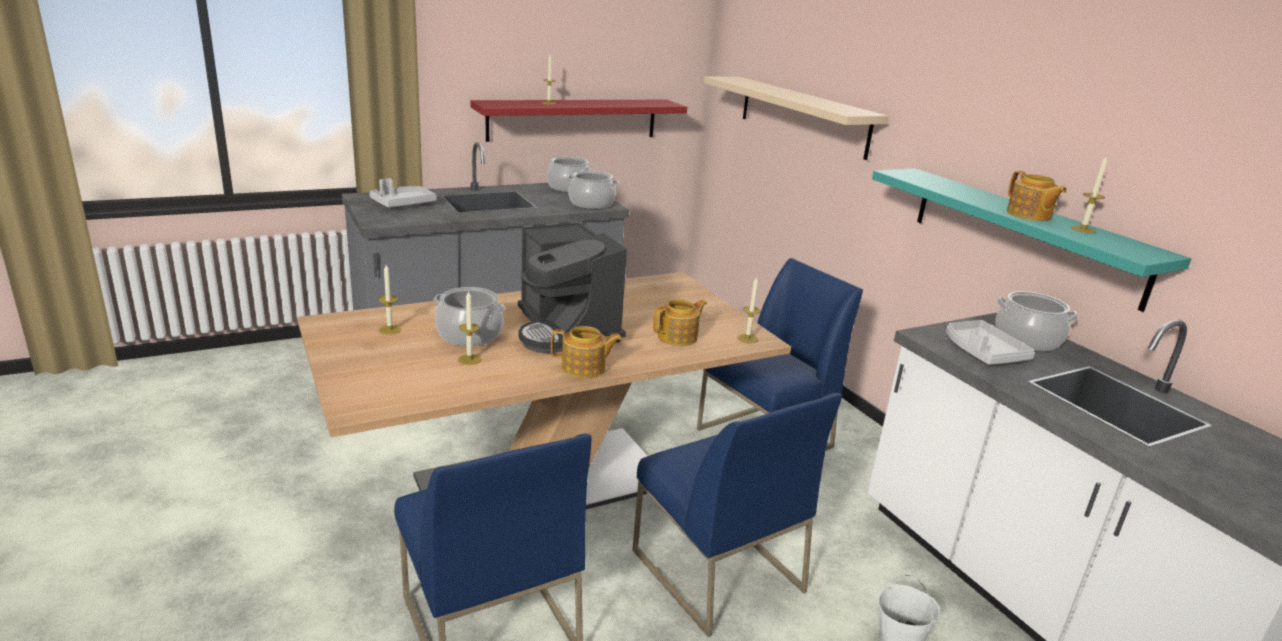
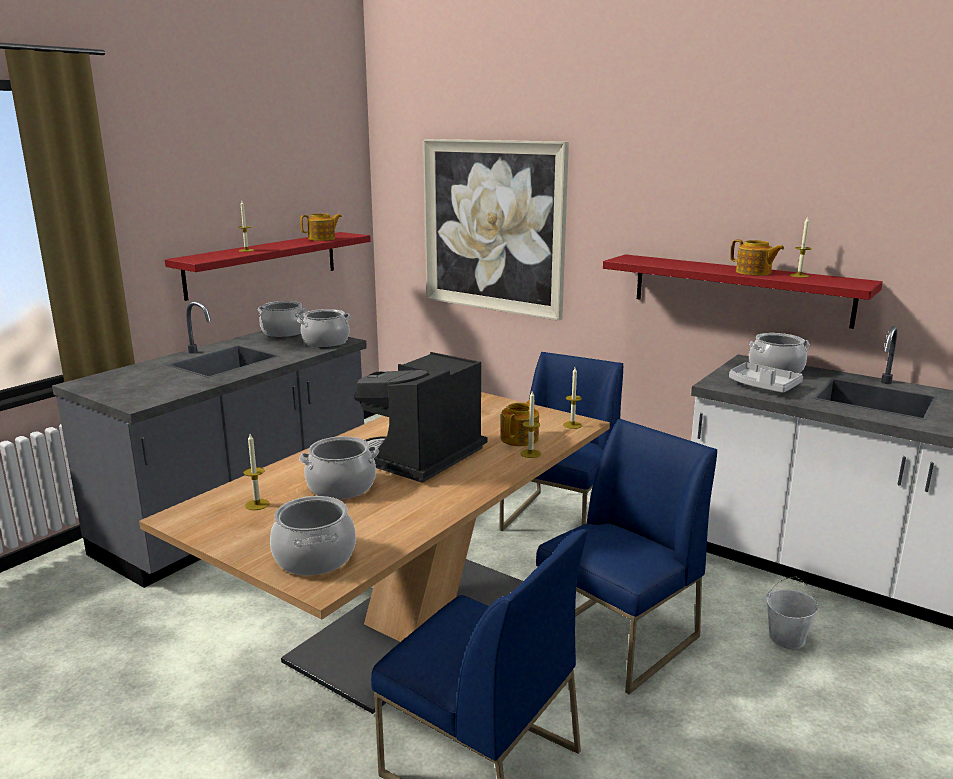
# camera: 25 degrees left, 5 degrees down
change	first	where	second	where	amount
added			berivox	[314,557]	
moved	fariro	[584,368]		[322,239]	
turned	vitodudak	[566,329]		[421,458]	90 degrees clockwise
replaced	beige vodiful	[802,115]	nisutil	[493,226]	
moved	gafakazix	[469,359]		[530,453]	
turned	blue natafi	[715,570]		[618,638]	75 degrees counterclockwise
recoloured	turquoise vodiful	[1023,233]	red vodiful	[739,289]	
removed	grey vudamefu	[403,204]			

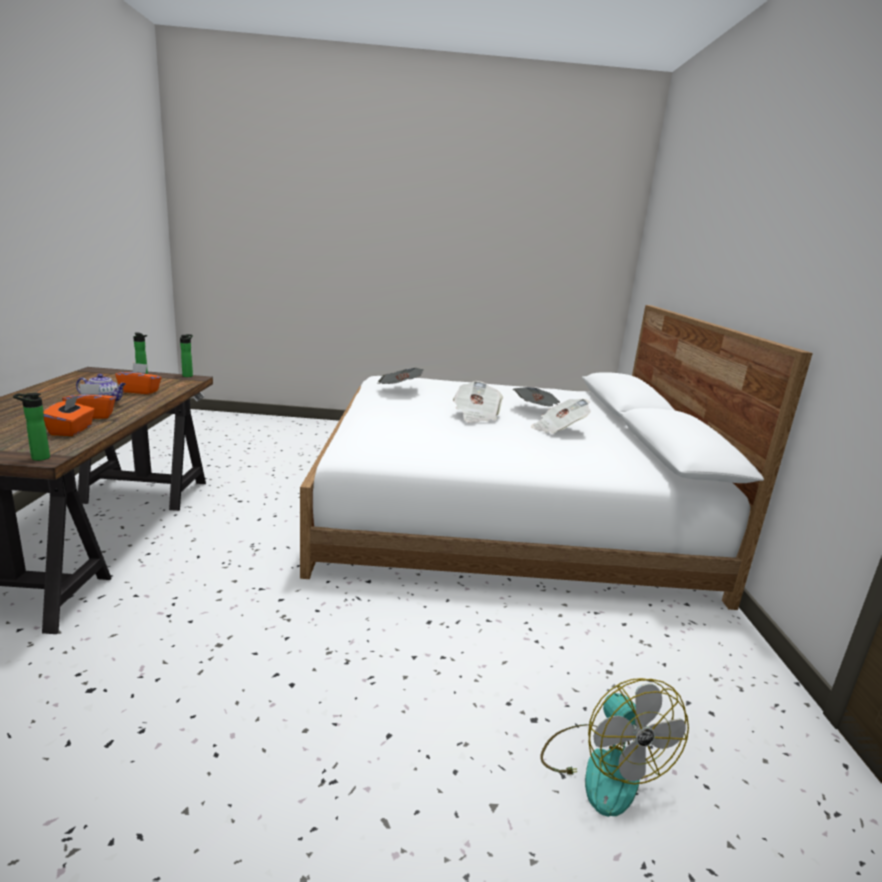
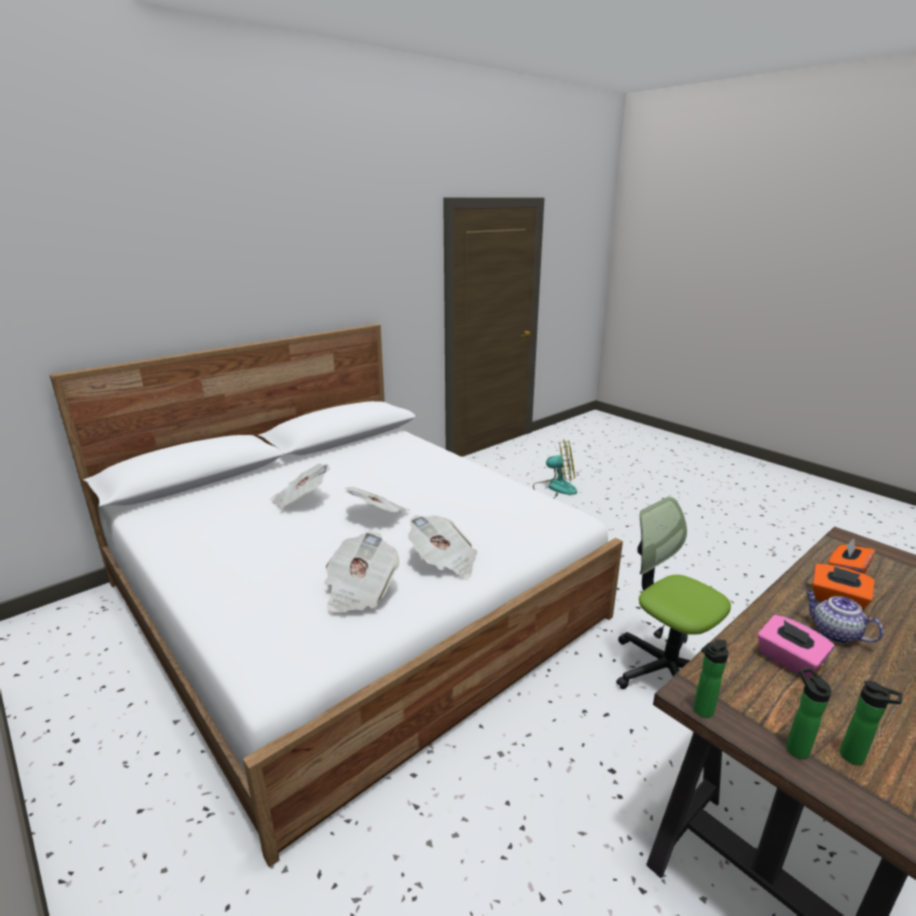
# camera: 130 degrees left, 5 degrees up
change	first	where	second	where	amount
moved	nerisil	[558,429]		[444,561]	
turned	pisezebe	[602,767]		[555,488]	60 degrees clockwise
added			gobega	[665,670]	
recoloured	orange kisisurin	[140,391]	pink kisisurin	[788,660]	
moved	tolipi	[37,458]		[856,758]	

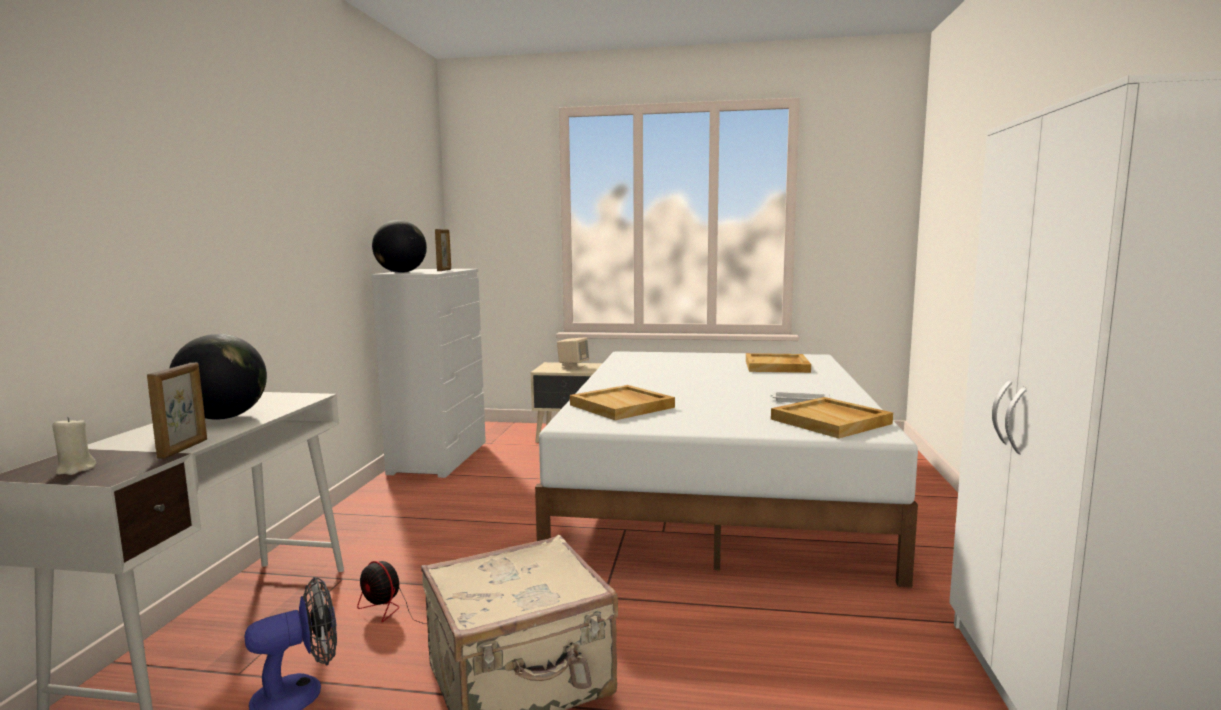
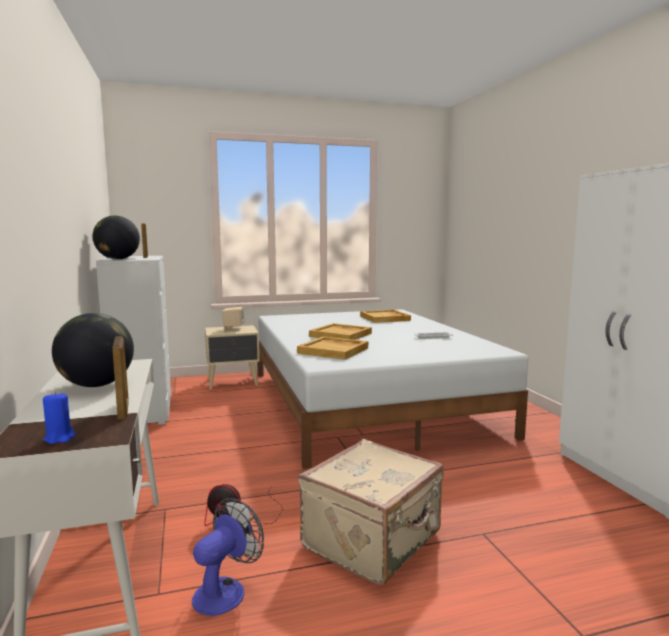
# camera: 25 degrees left, 0 degrees up
change	first	where	second	where	amount
recoloured	beige gafakazix	[75,469]	blue gafakazix	[60,438]	
moved	beige vudamefu	[831,421]		[341,335]	

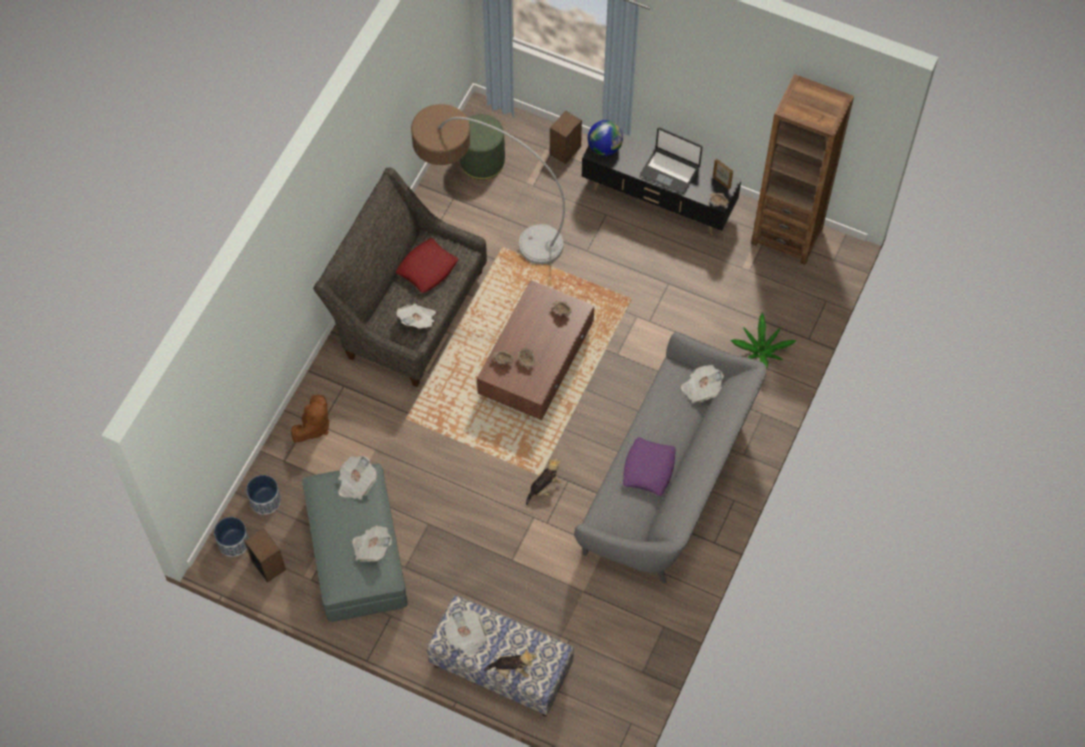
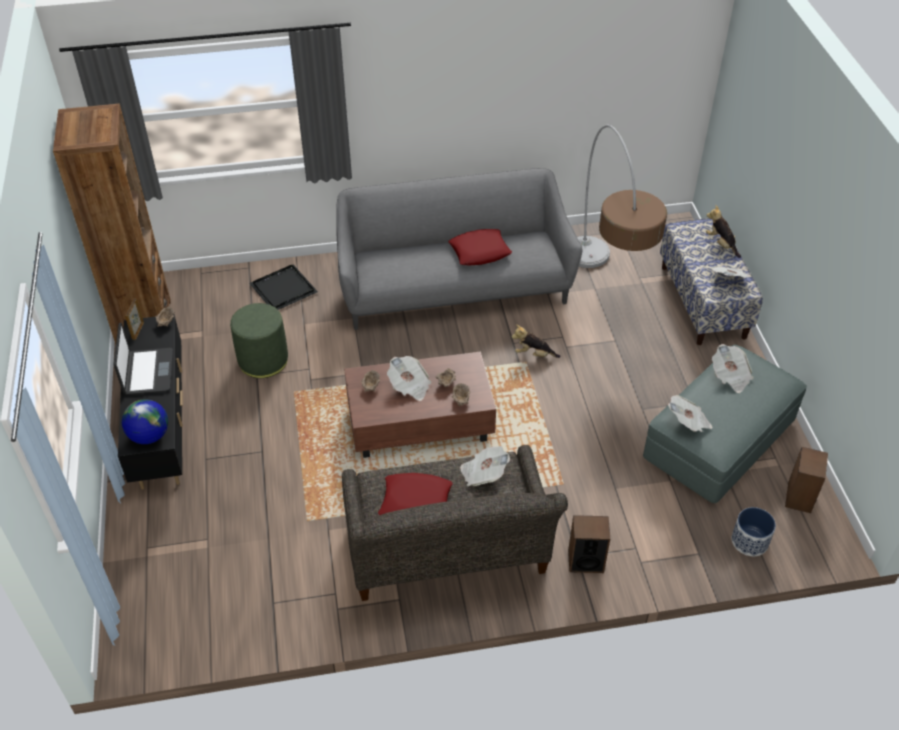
# camera: 125 degrees left, 15 degrees down
change	first	where	second	where	amount
moved	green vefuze	[482,161]		[263,360]	
replaced	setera	[761,351]	black vudamefu	[284,288]	
moved	nerisil	[701,389]		[409,386]	
recoloured	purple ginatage	[649,469]	red ginatage	[480,251]	
moved	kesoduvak	[565,150]		[585,561]	
moved	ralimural	[485,223]		[603,294]	
removed	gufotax	[233,542]			
removed	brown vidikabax	[313,427]			

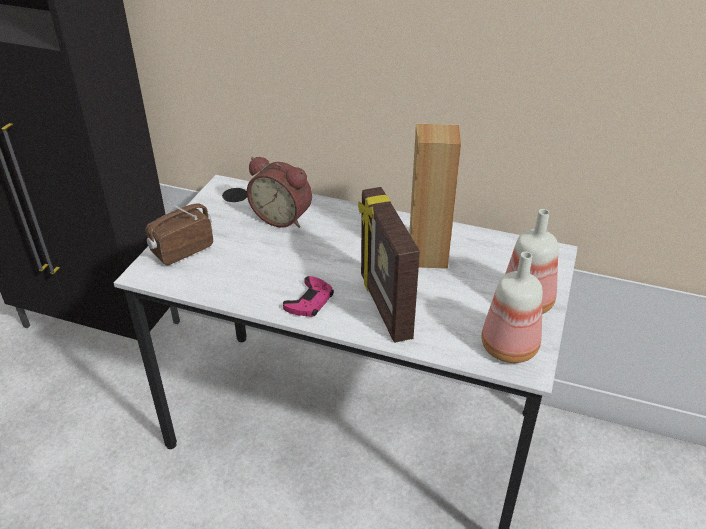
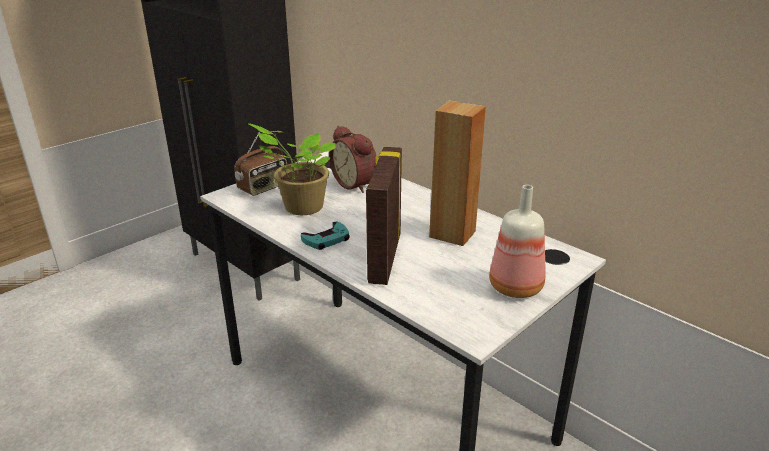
# camera: 25 degrees right, 10 degrees down
change	first	where	second	where	amount
turned	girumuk	[182,250]		[263,188]	150 degrees clockwise
added			setera	[300,207]	
recoloured	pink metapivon	[310,301]	turquoise metapivon	[327,240]	
removed	tolipi	[509,346]			

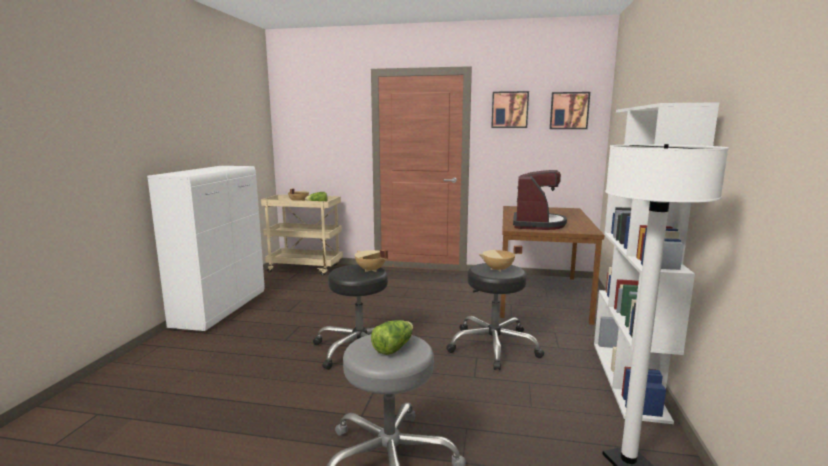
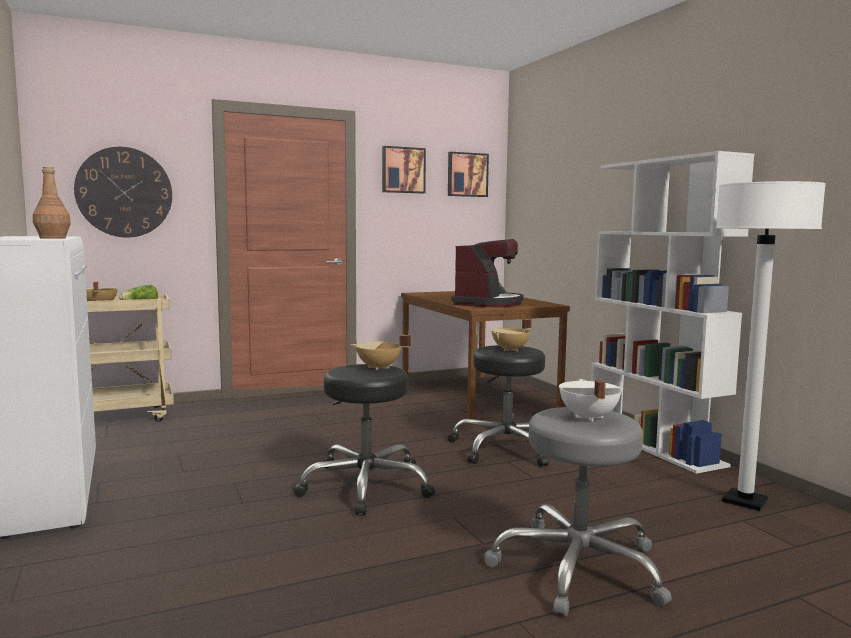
# camera: 35 degrees left, 5 degrees down
change	first	where	second	where	amount
added			brown tolipi	[52,238]	
added			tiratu	[124,192]	
turned	vitodudak	[537,224]		[488,303]	45 degrees clockwise
replaced	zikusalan	[393,348]	white berivox	[587,417]	

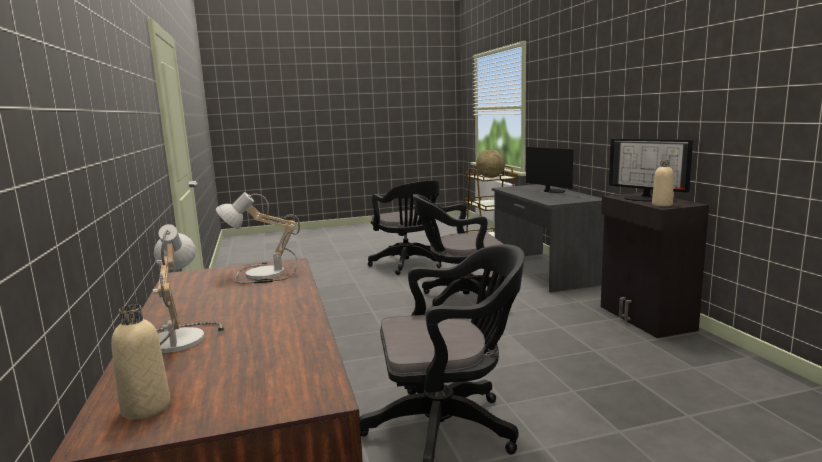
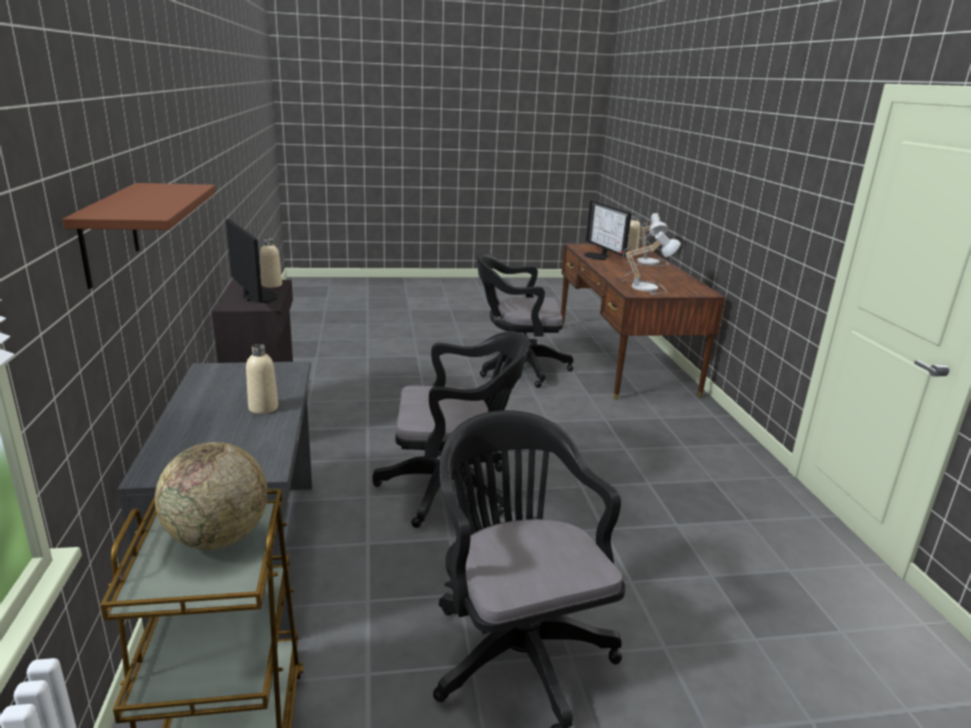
# camera: 175 degrees left, 10 degrees up
change	first	where	second	where	amount
added			brown vodiful	[109,233]	
added			beige tolipi	[263,408]	
moved	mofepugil	[552,191]		[598,256]	

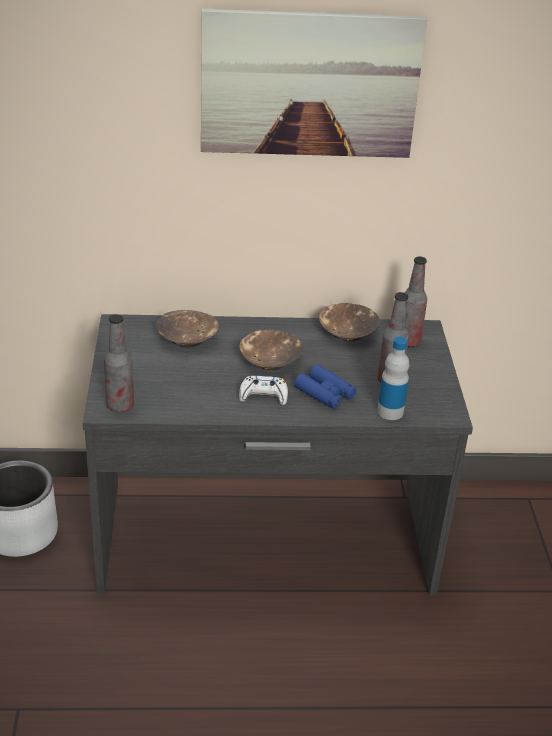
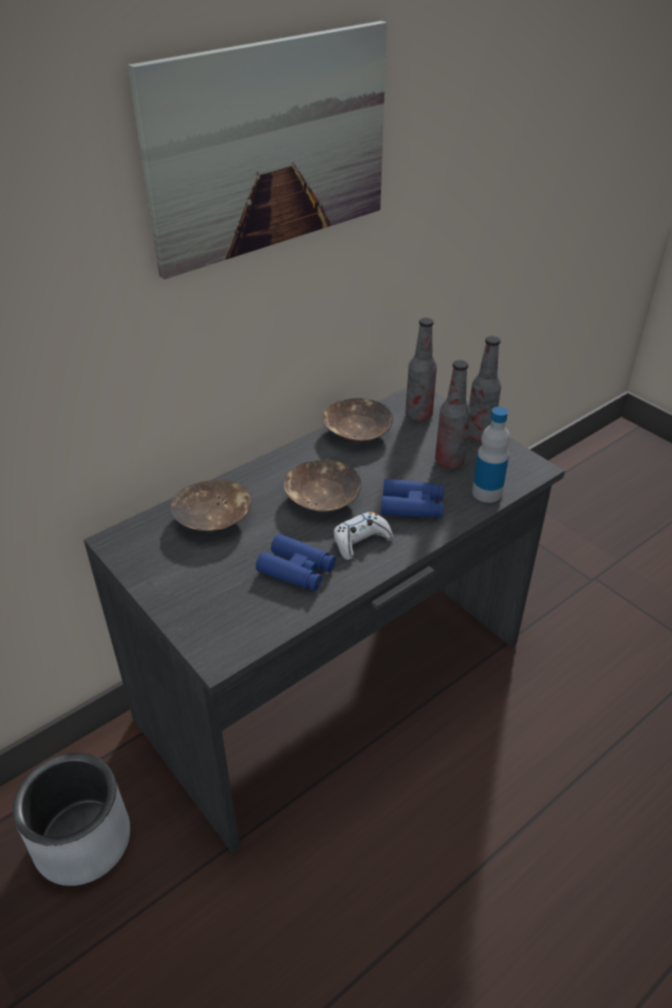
# camera: 35 degrees left, 5 degrees up
change	first	where	second	where	amount
added			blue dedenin	[297,570]	
moved	tolipi	[120,406]		[479,435]	

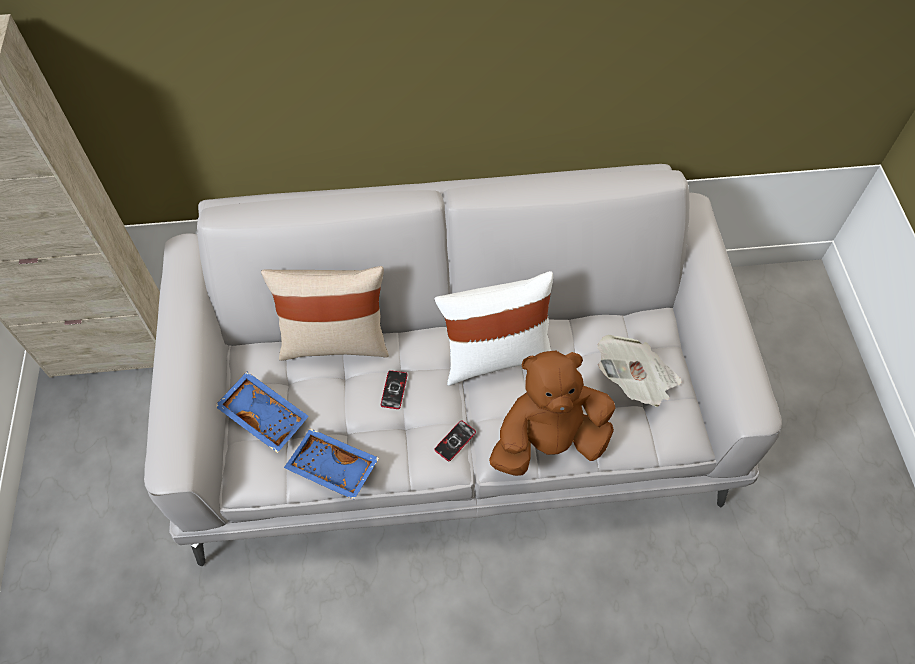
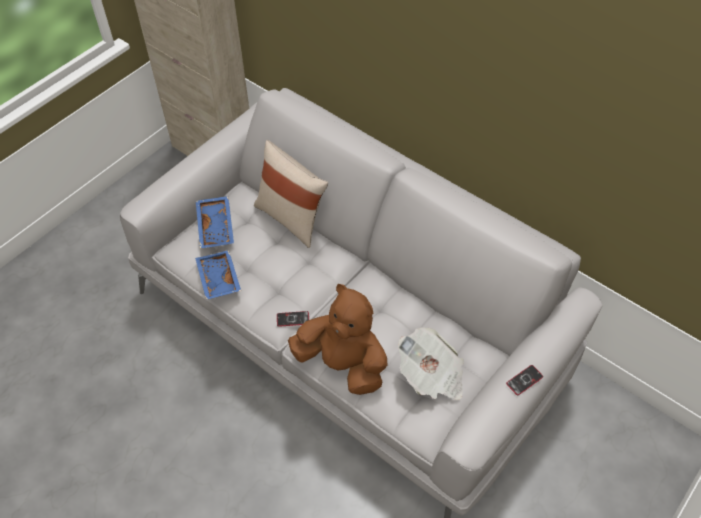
# camera: 45 degrees right, 5 degrees down
change	first	where	second	where	amount
moved	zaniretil	[394,390]		[524,380]	
removed	white ginatage	[495,356]			

